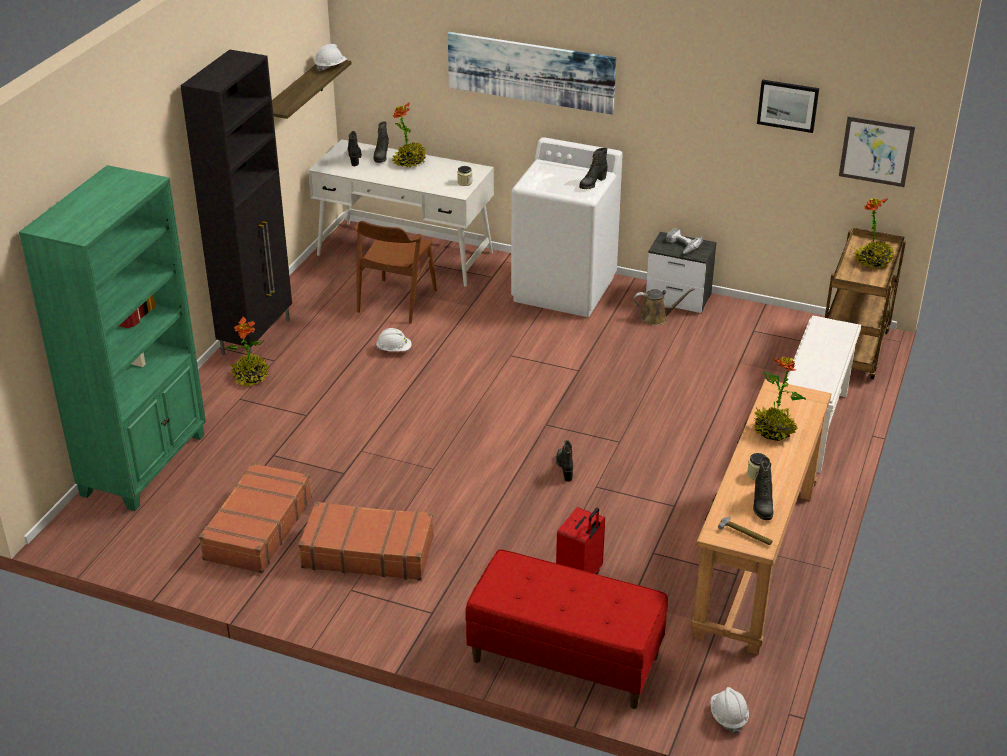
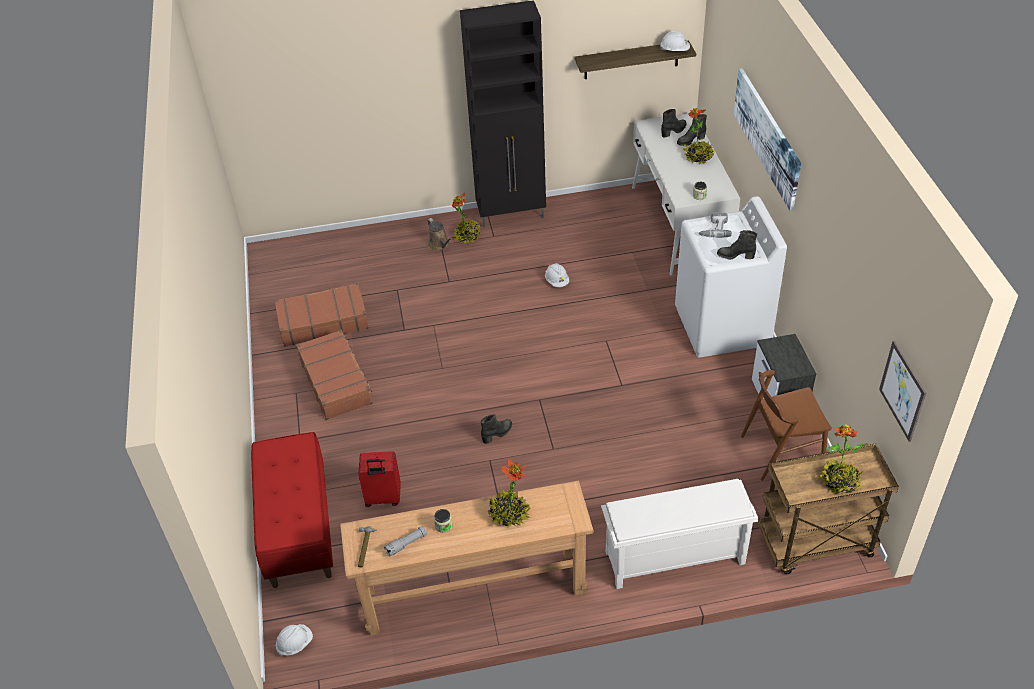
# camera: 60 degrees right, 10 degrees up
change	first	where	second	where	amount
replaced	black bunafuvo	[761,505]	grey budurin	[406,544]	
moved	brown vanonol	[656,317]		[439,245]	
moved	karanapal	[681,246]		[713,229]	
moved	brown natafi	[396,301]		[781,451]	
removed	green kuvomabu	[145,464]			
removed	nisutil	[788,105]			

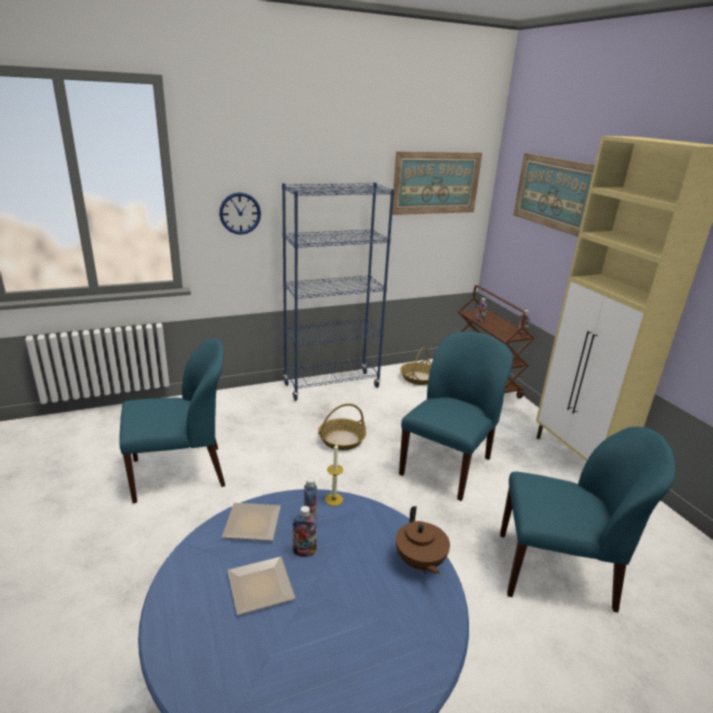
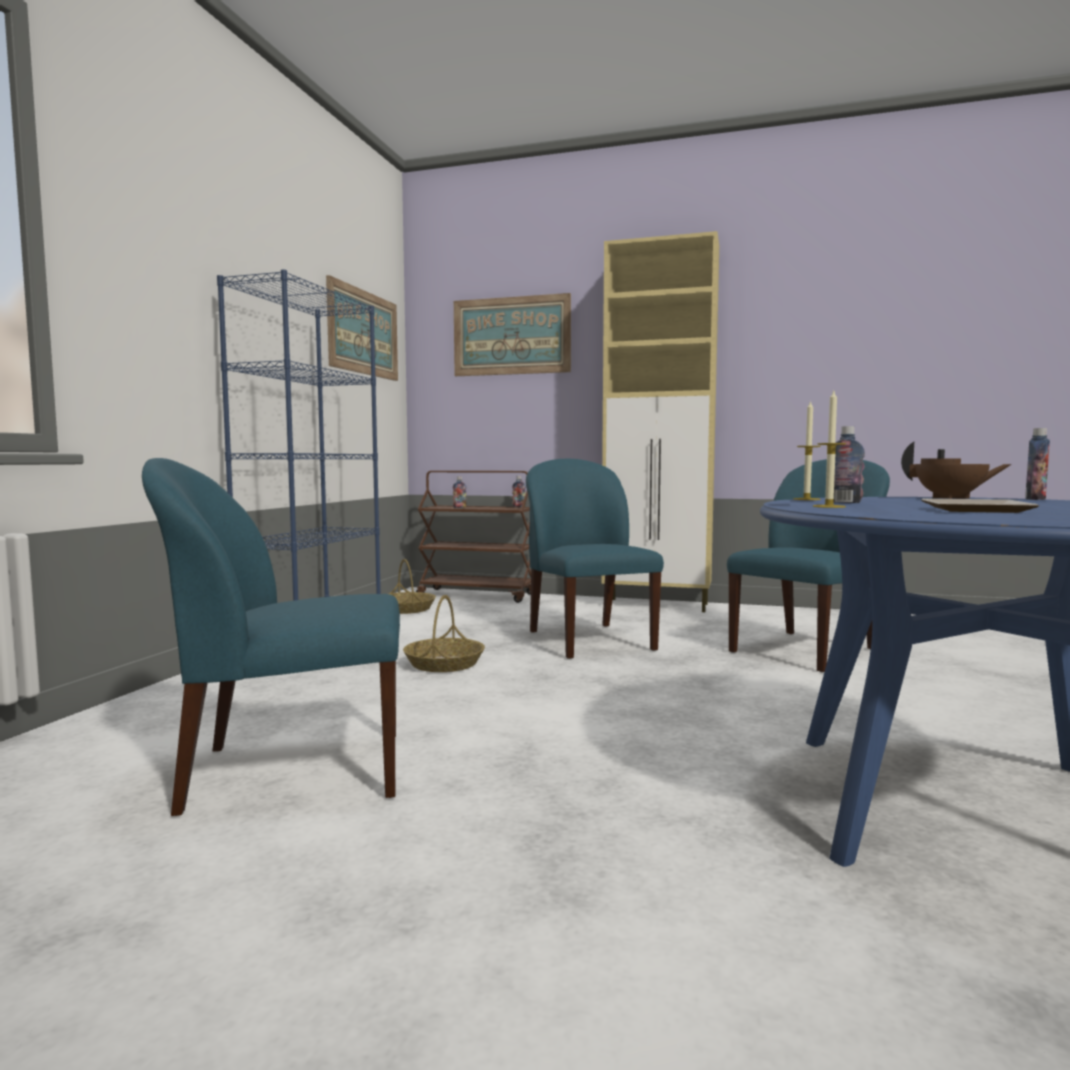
# camera: 50 degrees left, 20 degrees down
change	first	where	second	where	amount
turned	blue natafi	[181,473]		[291,772]	120 degrees counterclockwise
replaced	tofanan	[254,523]	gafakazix	[829,506]	
moved	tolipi	[304,552]		[1035,499]	
removed	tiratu	[240,213]			

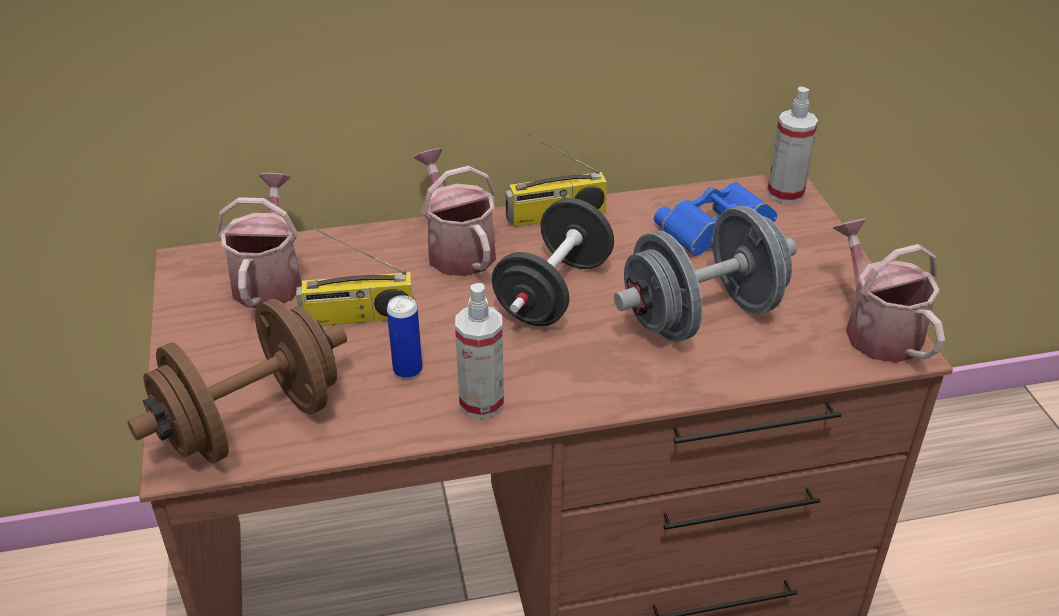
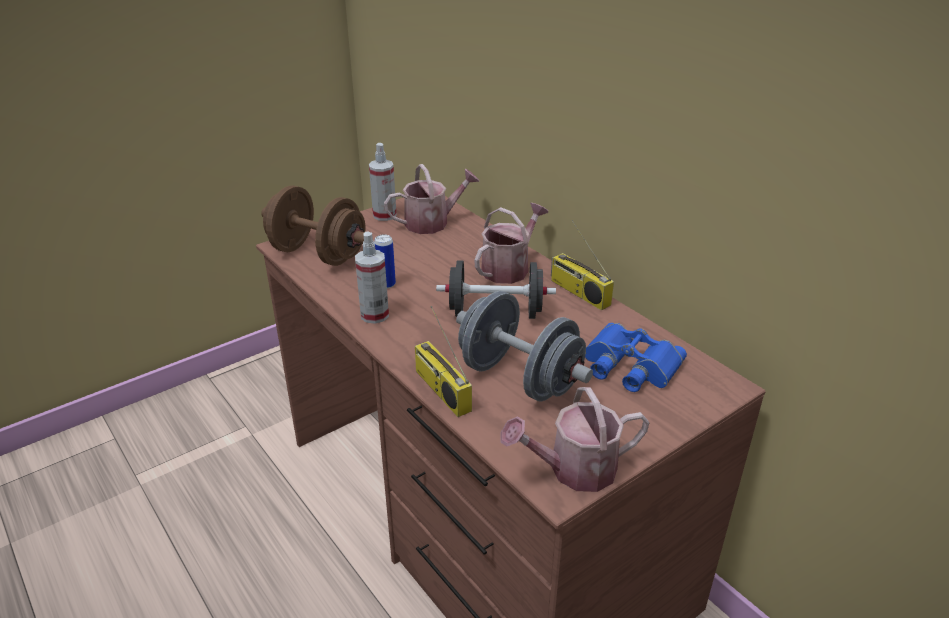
# camera: 65 degrees right, 5 degrees down
change	first	where	second	where	amount
moved	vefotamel	[785,193]		[384,215]	
moved	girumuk	[357,317]		[440,390]	
turned	vanonol	[877,329]		[573,470]	150 degrees counterclockwise

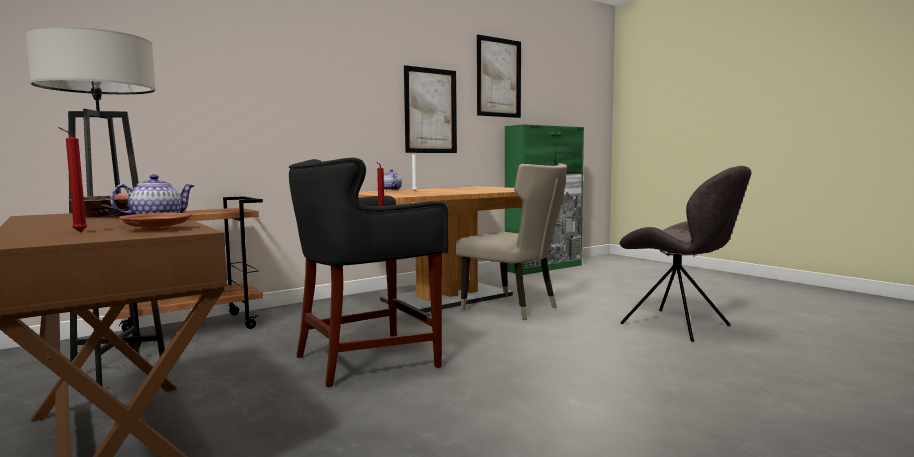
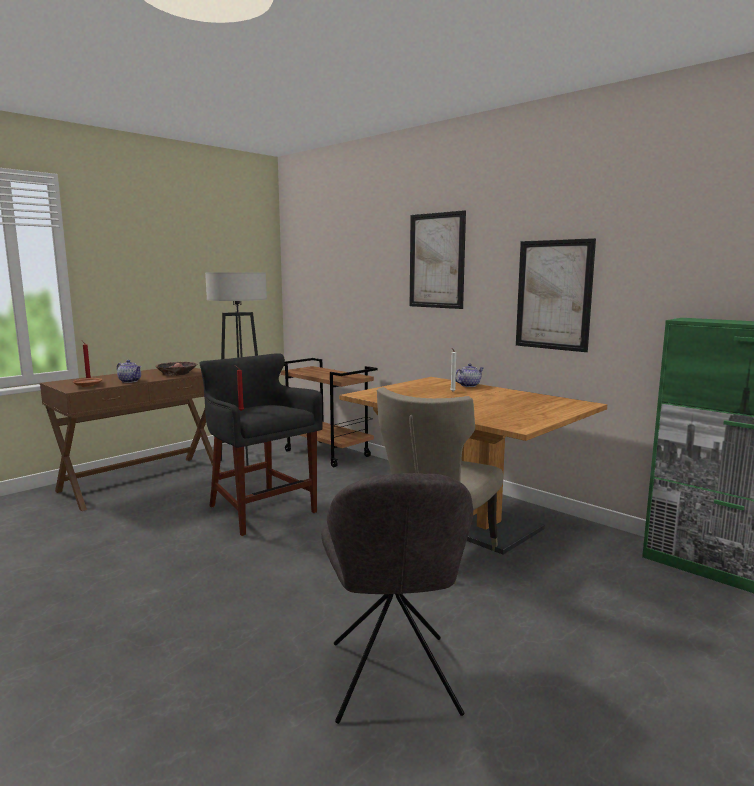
# camera: 80 degrees right, 5 degrees up
change	first	where	second	where	amount
turned	grey natafi	[678,326]		[393,681]	45 degrees counterclockwise
moved	nisutil	[498,77]		[436,260]	

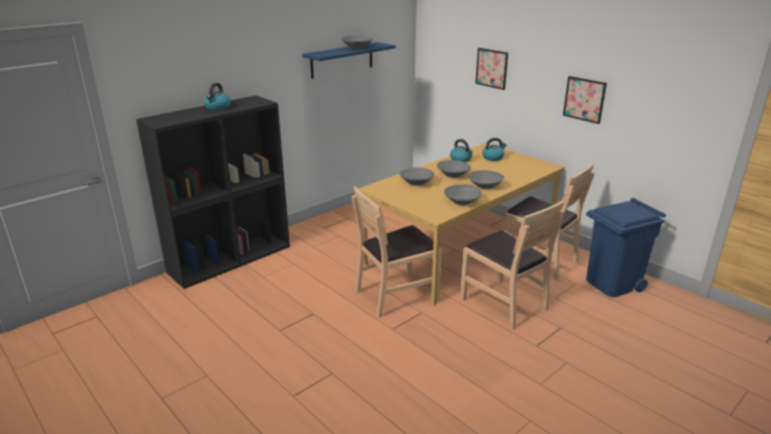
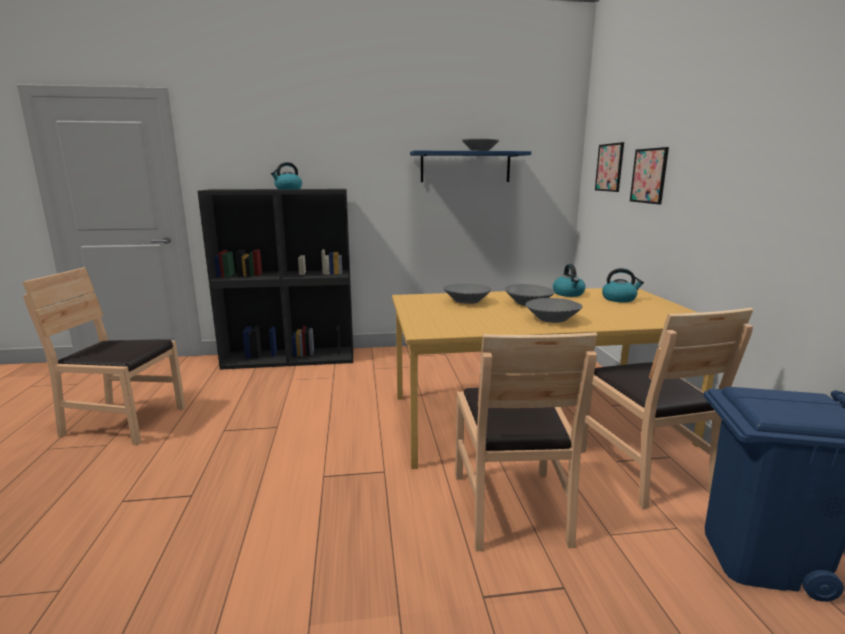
# camera: 35 degrees right, 10 degrees down
change	first	where	second	where	amount
moved	brown natafi	[396,295]		[124,422]	
moved	nisutil	[584,99]		[609,167]	
removed	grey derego	[462,202]			

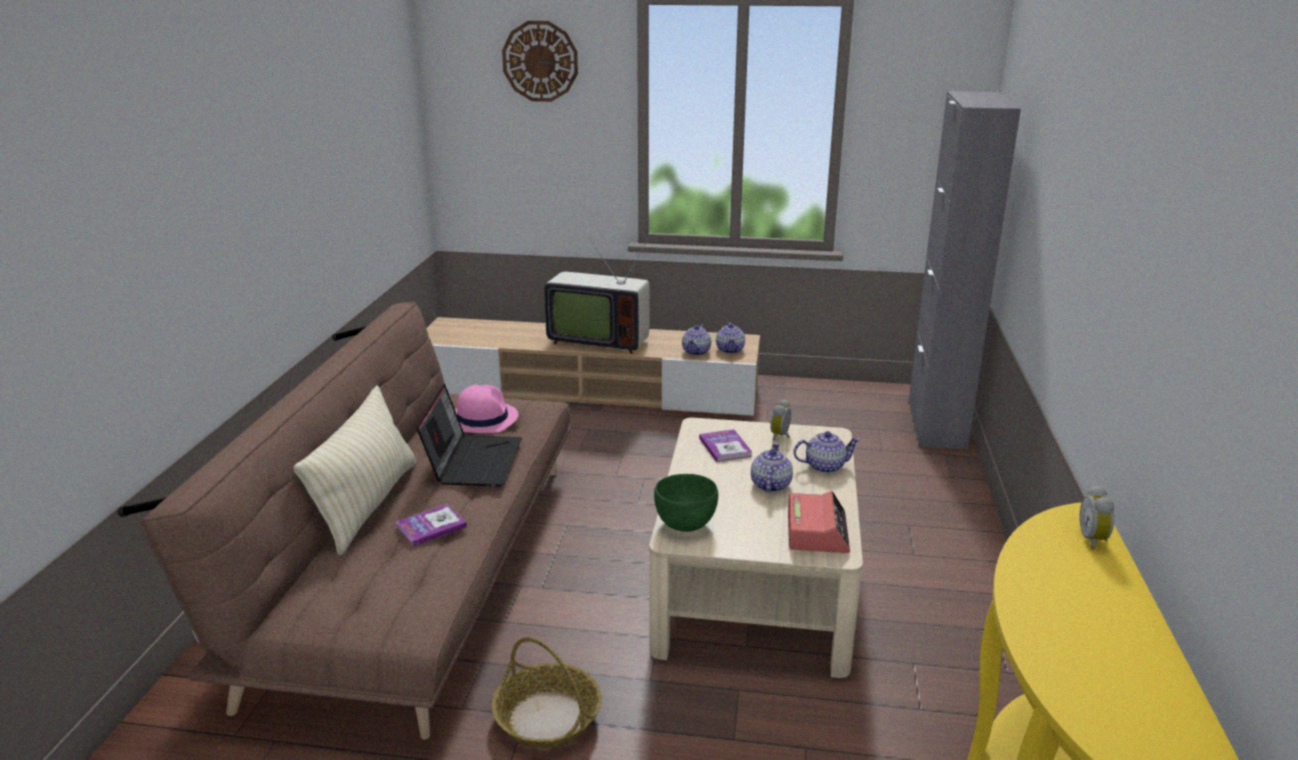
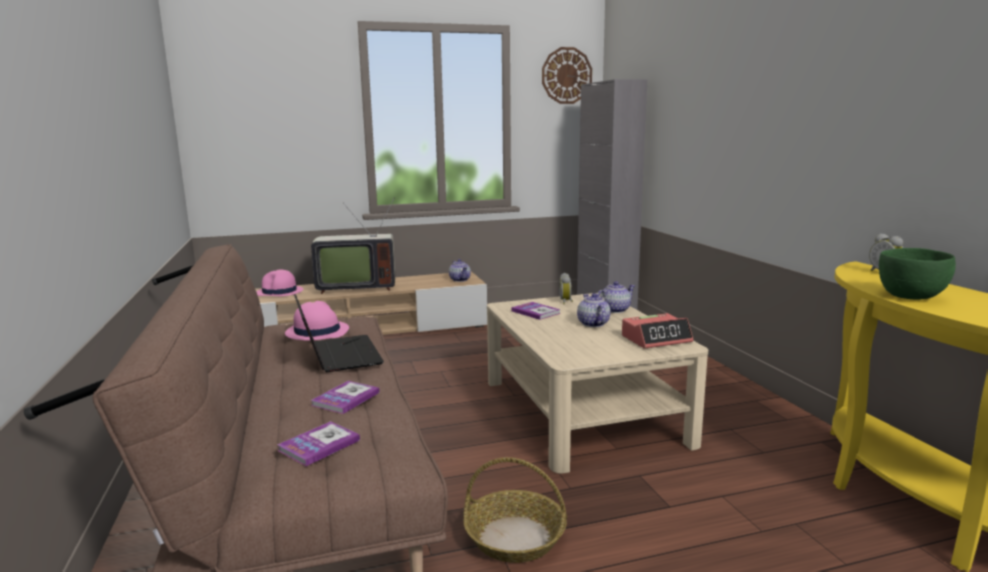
# camera: 25 degrees left, 10 degrees down
change	first	where	second	where	amount
added			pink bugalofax	[279,292]	
added			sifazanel	[319,445]	
moved	tiratu	[540,61]		[566,75]	
turned	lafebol	[817,532]		[656,339]	90 degrees clockwise
moved	green derego	[686,525]		[911,297]	
removed	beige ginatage	[368,505]			
removed	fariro	[696,352]			

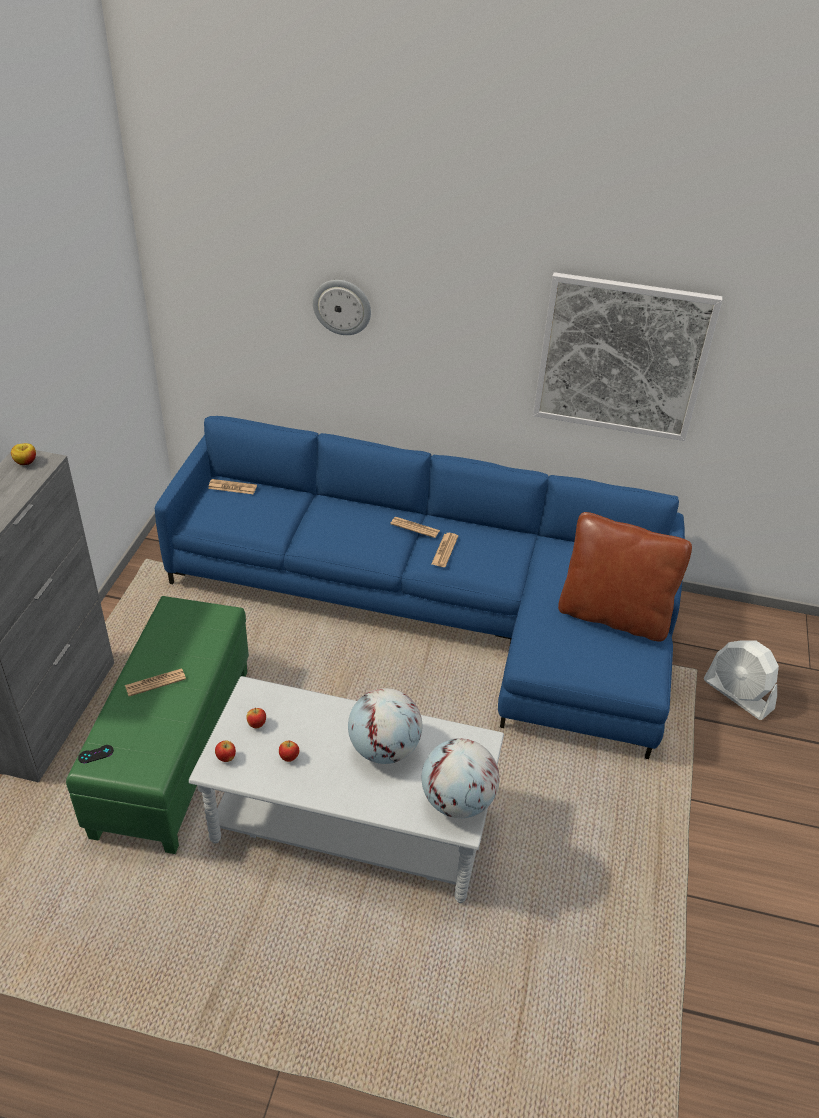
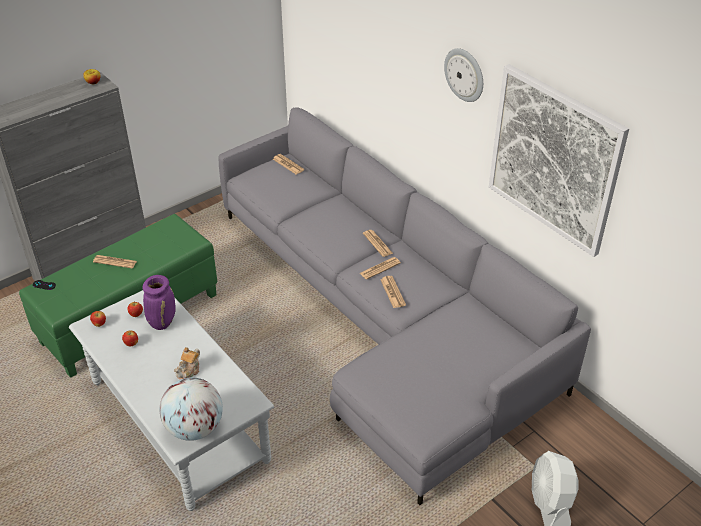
# camera: 40 degrees right, 0 degrees up
change	first	where	second	where	amount
added			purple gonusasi	[162,322]	
replaced	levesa	[384,749]	fariro	[189,371]	
recoloured	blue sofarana	[440,608]	grey sofarana	[383,318]	
added			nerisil	[392,292]	
moved	tiratu	[342,306]		[465,74]	
removed	brown ginatage	[613,615]			

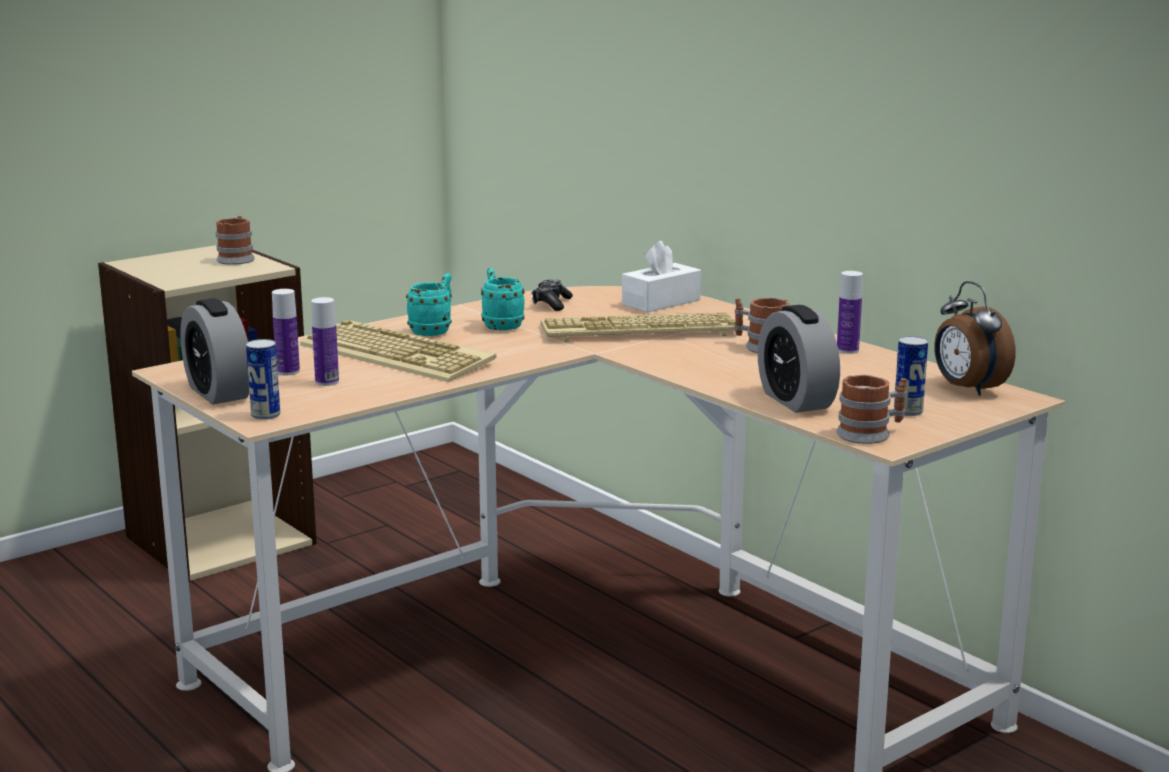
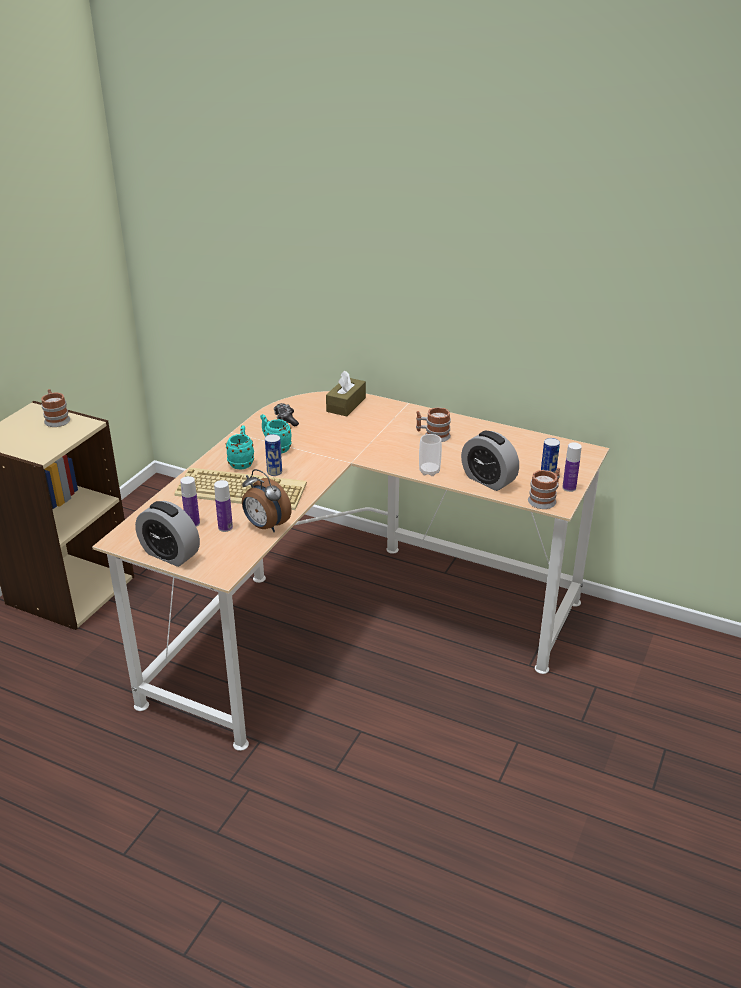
# camera: 25 degrees left, 15 degrees up
change	first	where	second	where	amount
moved	lafebol	[967,389]		[265,526]	
moved	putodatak	[265,415]		[274,472]	
recoloured	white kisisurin	[661,302]	brown kisisurin	[346,405]	
added			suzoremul	[429,471]	
moved	tolipi	[847,350]		[569,488]	
removed	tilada	[638,331]			

